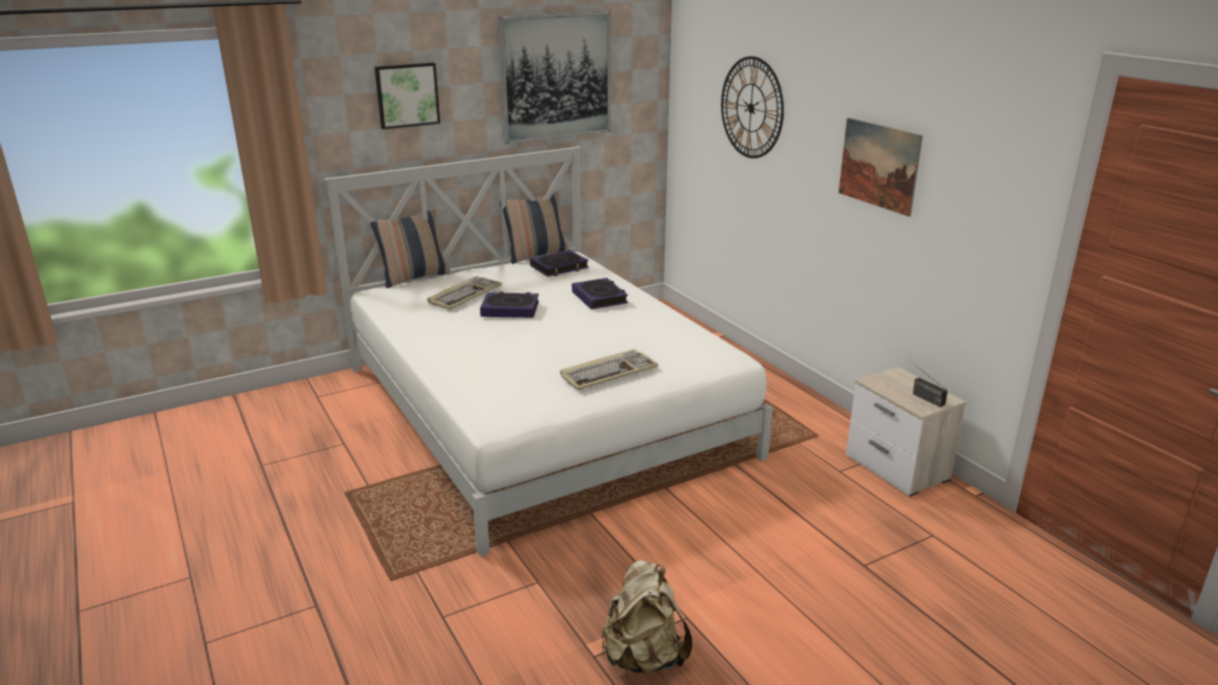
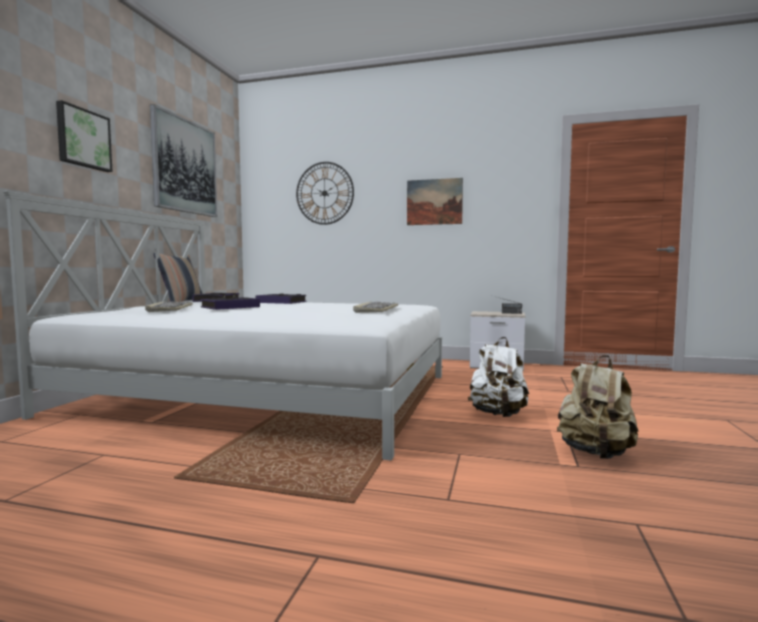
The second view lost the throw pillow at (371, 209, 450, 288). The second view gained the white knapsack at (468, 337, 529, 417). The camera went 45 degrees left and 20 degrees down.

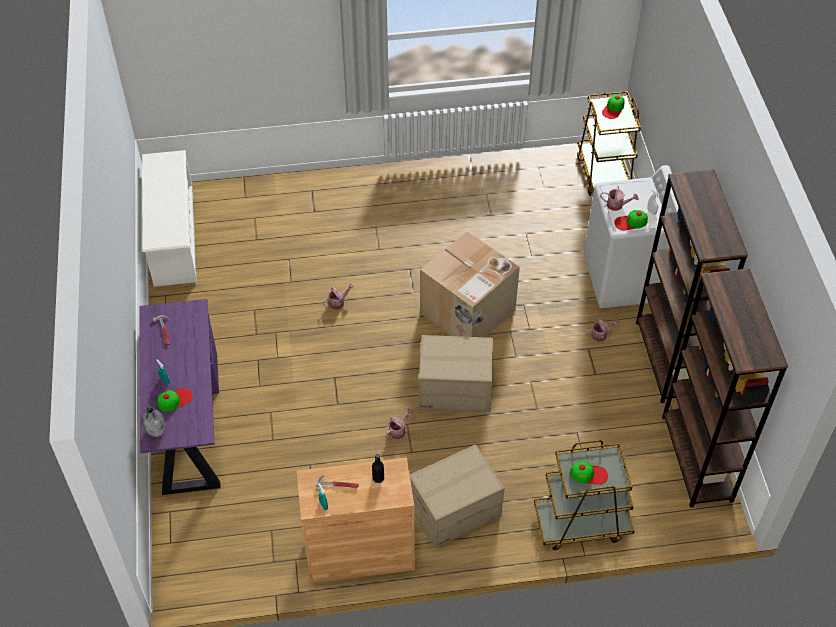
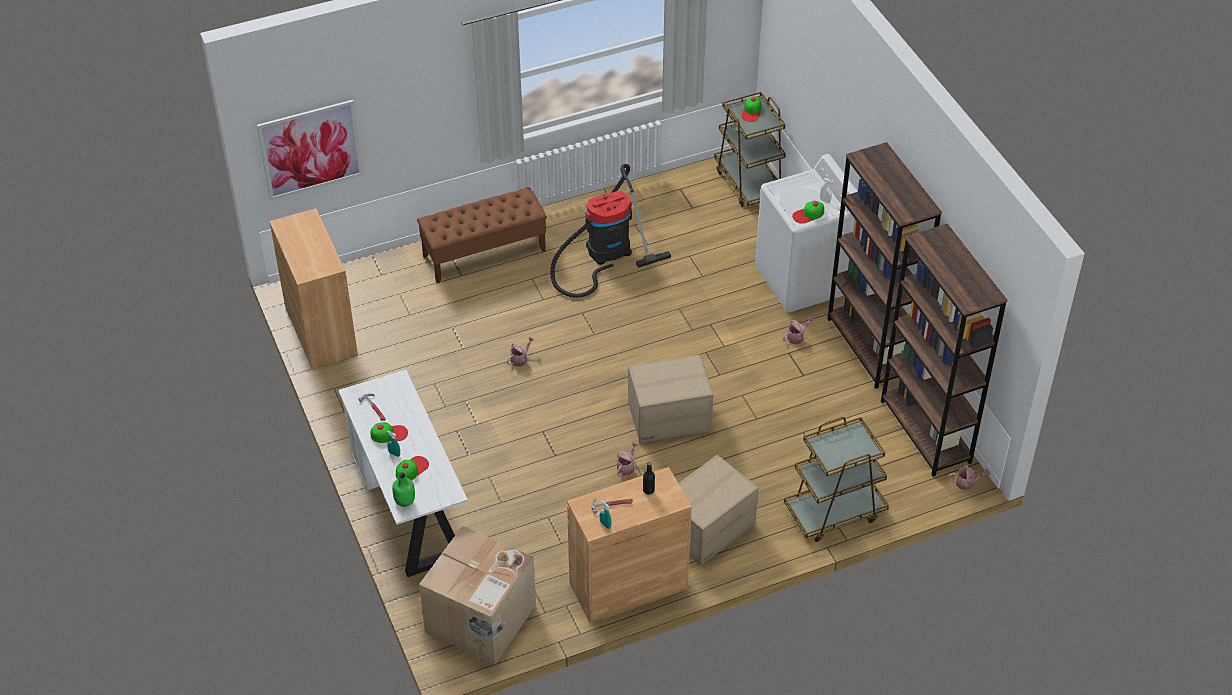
Where the white shoe stand stood at (142, 150, 197, 287), the brownish cabinet came to stand at (270, 208, 358, 369). The watering can ended up elsewhere, having gone from (600, 186, 638, 211) to (949, 464, 990, 490). The cardboard box ended up elsewhere, having gone from (420, 231, 520, 337) to (419, 526, 536, 664). What was the purple-coloured desk at (139, 299, 221, 495) turned into the white desk at (338, 370, 468, 577). What was the gray beverage bottle at (142, 406, 165, 437) turned into the greenish beverage bottle at (392, 472, 415, 507). The baseball cap ended up elsewhere, having gone from (570, 461, 608, 485) to (370, 422, 408, 443). The second view gained the picture at (257, 100, 363, 200). The second view gained the vacuum at (550, 164, 671, 298). The second view gained the brownish bench at (417, 187, 547, 283). The camera went 15 degrees left and 5 degrees down.

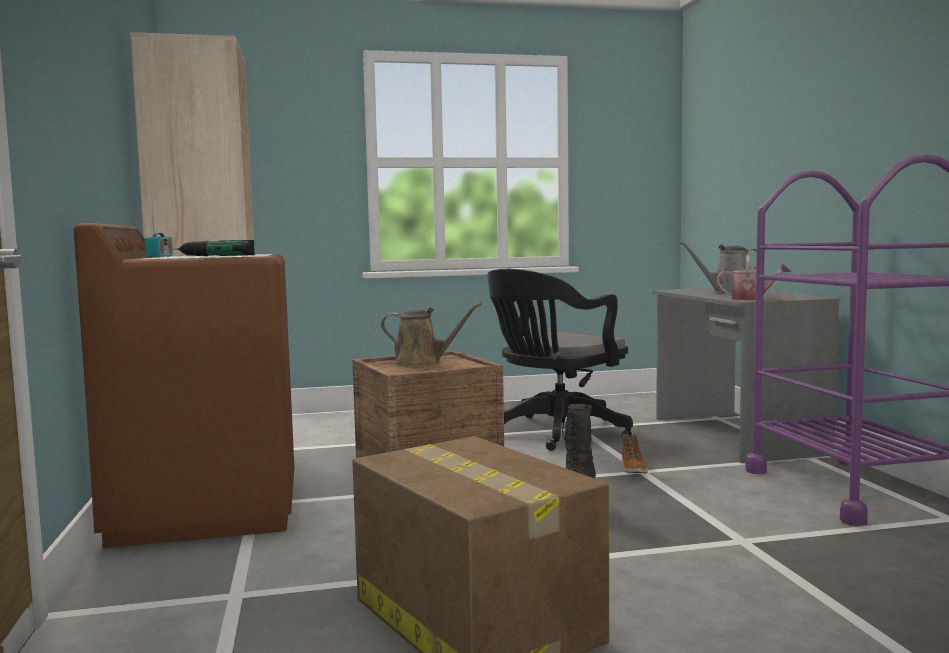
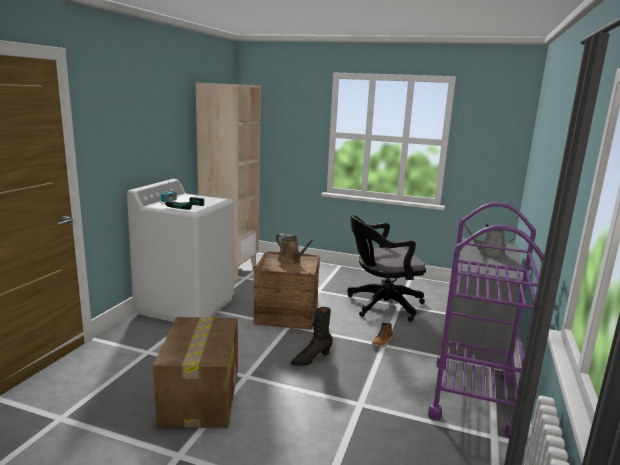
What was the brownish washing machine at (74, 223, 294, 548) turned into the white washing machine at (127, 179, 234, 322). The second view lost the watering can at (717, 255, 791, 300). The camera went 30 degrees right and 10 degrees up.

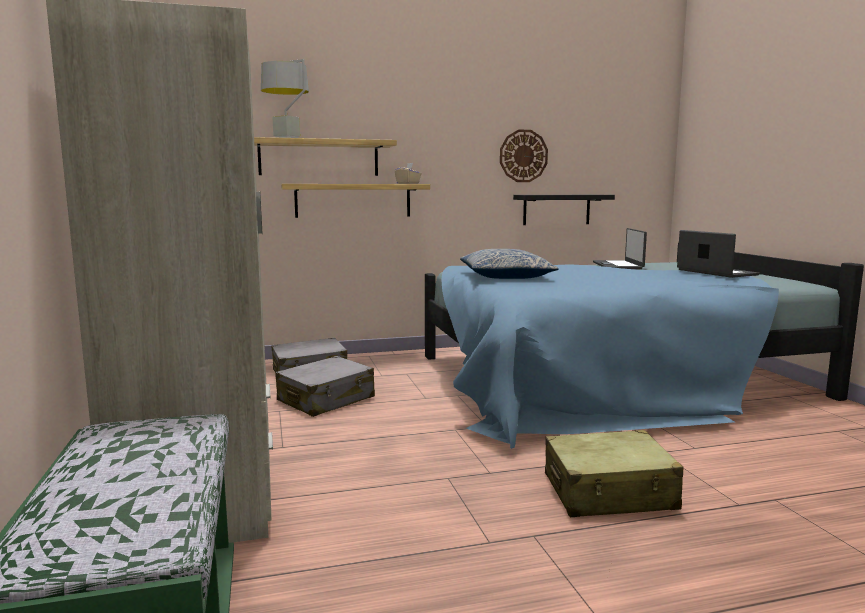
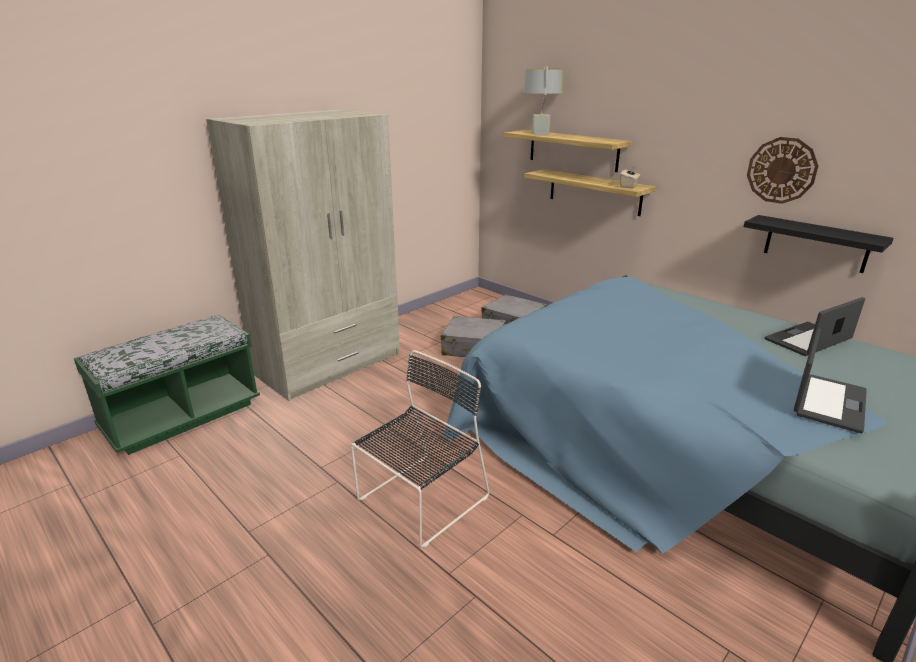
The second view lost the throw pillow at (460, 249, 559, 279). Where the sand-coloured piece of luggage stood at (545, 430, 684, 517), the black chair came to stand at (351, 350, 490, 548). The camera went 60 degrees right and 15 degrees up.

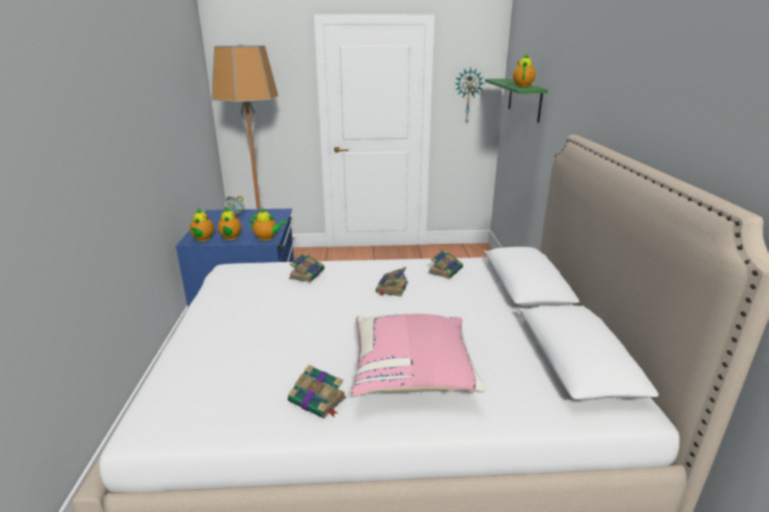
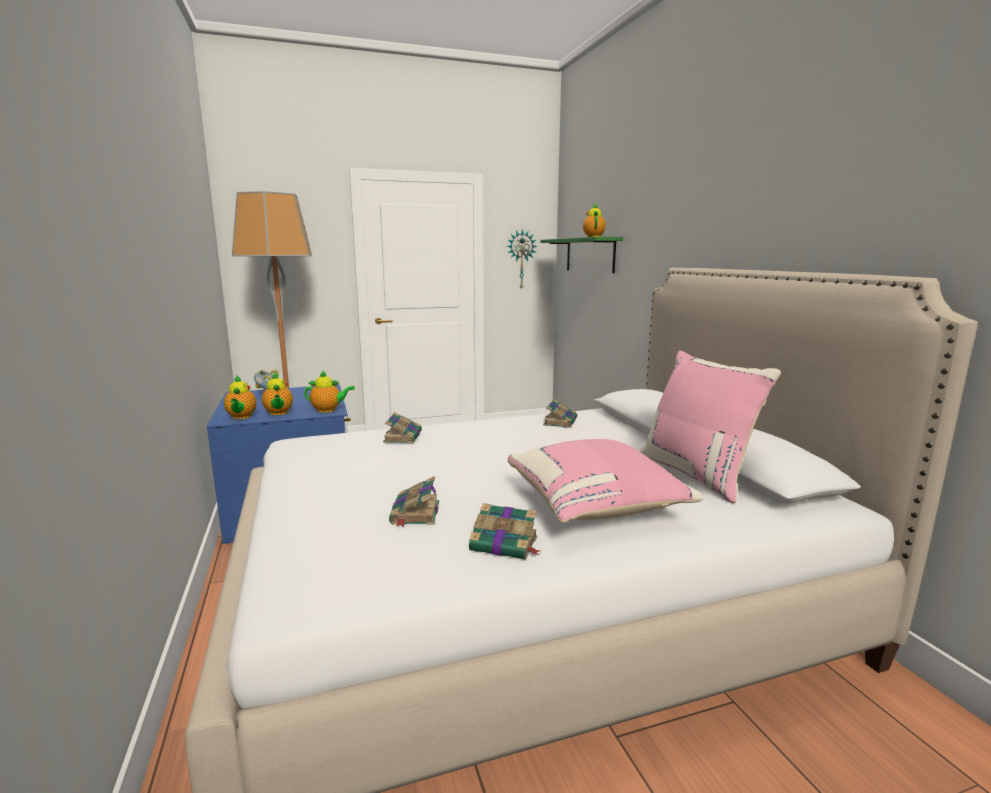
The book ended up elsewhere, having gone from (375, 267, 408, 297) to (389, 476, 439, 527). The second view gained the pink-coloured throw pillow at (639, 350, 781, 503). The camera went 15 degrees left and 10 degrees down.

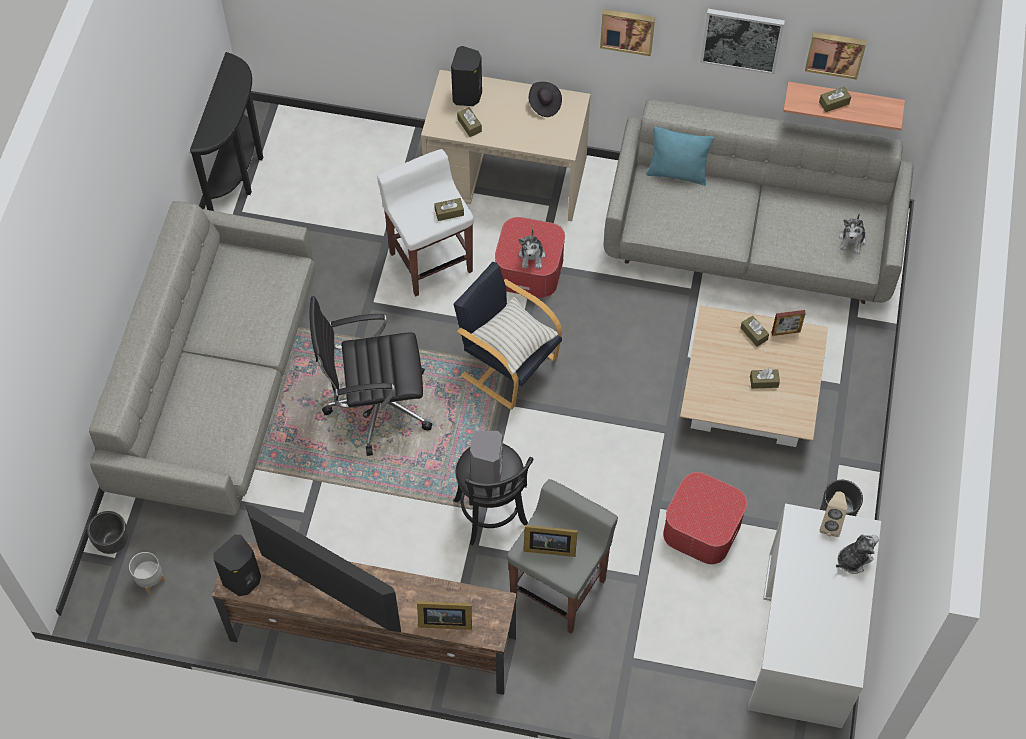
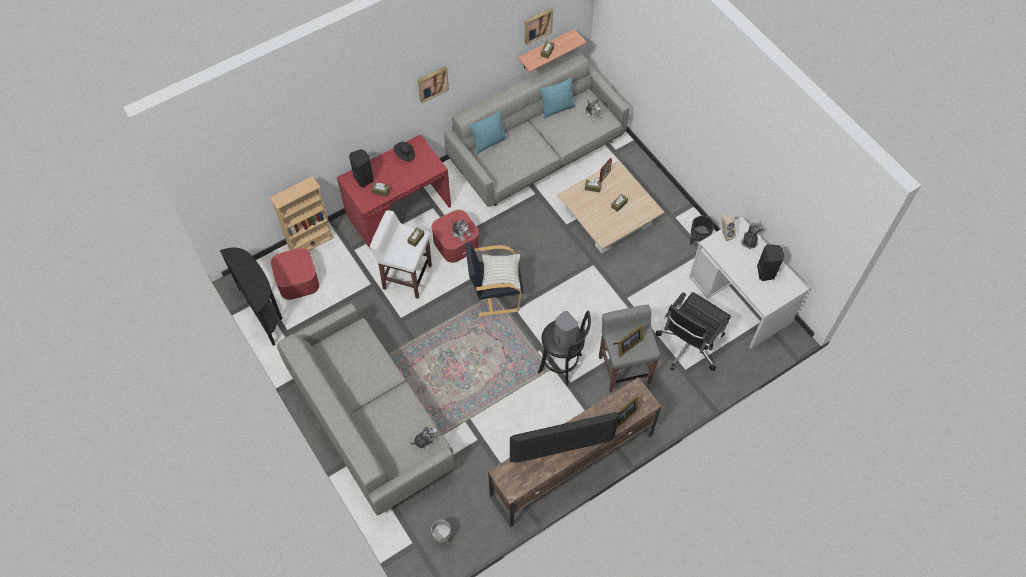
The second view lost the picture at (700, 9, 785, 74). What was the sand-coloured desk at (421, 70, 590, 221) turned into the reddish desk at (337, 134, 451, 250). The black office chair ended up elsewhere, having gone from (309, 296, 432, 456) to (656, 292, 731, 371). The footrest ended up elsewhere, having gone from (663, 472, 747, 564) to (271, 248, 319, 300). The second view lost the black planter at (87, 511, 128, 554). The black loudspeaker ended up elsewhere, having gone from (213, 535, 261, 596) to (757, 244, 785, 281). The second view gained the blue-green throw pillow at (540, 78, 576, 119). The second view gained the sand-coloured bookcase at (270, 176, 334, 251). The second view gained the plush toy at (410, 427, 438, 450). The camera went 45 degrees left and 0 degrees up.

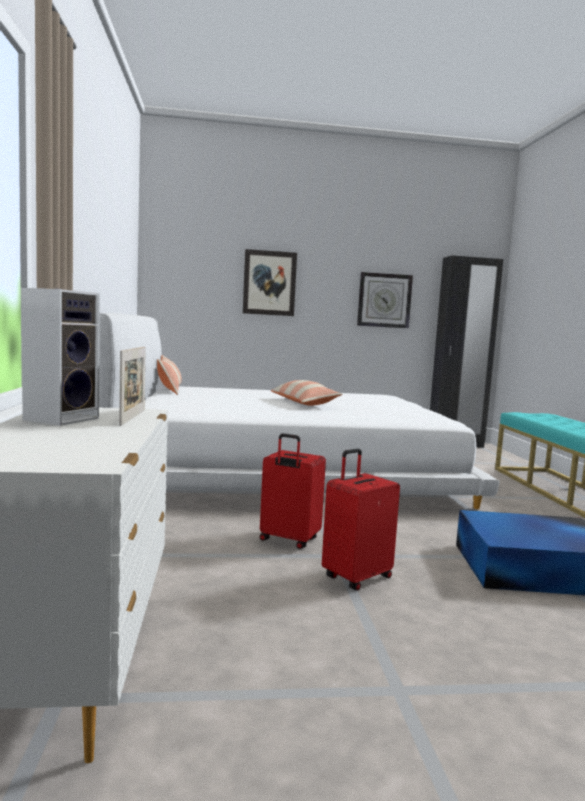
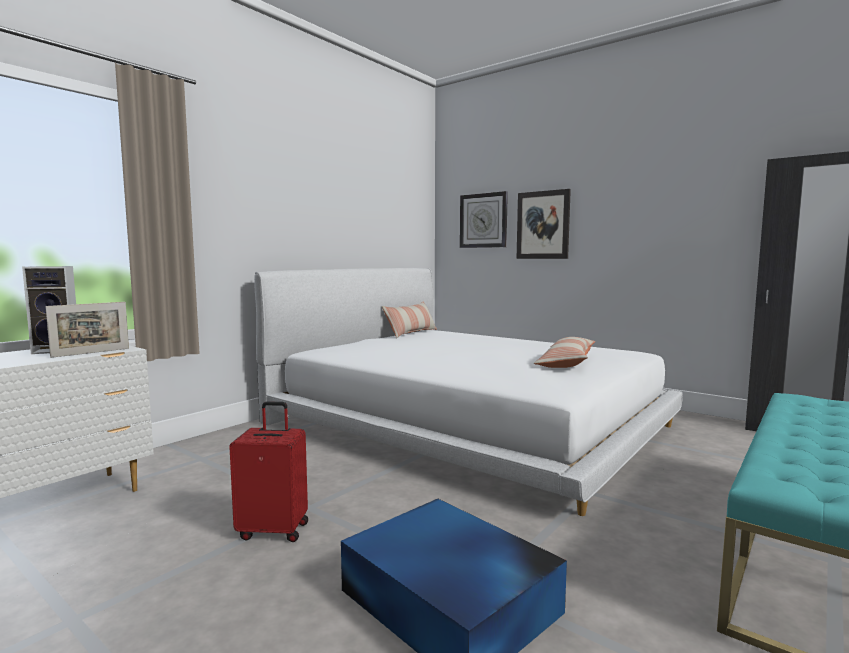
The clock on the wall ended up elsewhere, having gone from (357, 272, 413, 328) to (460, 191, 508, 248). The throw pillow ended up elsewhere, having gone from (271, 380, 343, 406) to (534, 337, 595, 368). The second view lost the reddish piece of luggage at (260, 433, 326, 549). The camera went 45 degrees right and 0 degrees up.

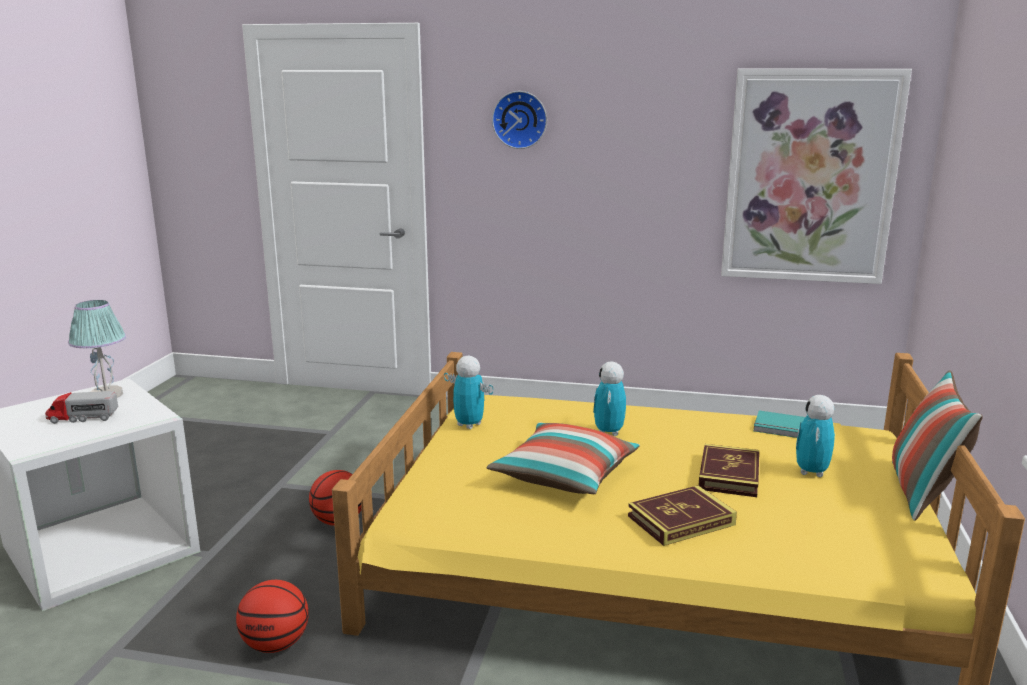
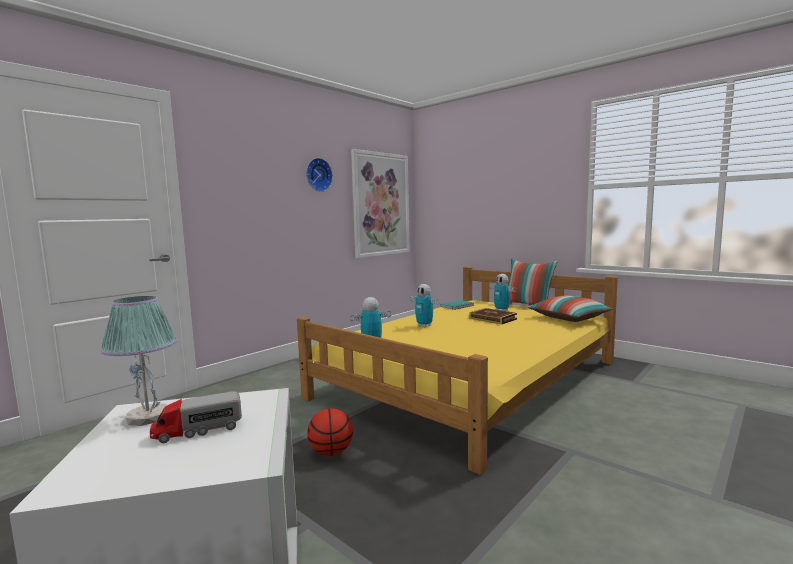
The clock on the wall ended up elsewhere, having gone from (492, 91, 547, 149) to (306, 158, 333, 192). The model truck at (45, 391, 118, 424) ended up facing another way, 45 degrees clockwise from before. The throw pillow ended up elsewhere, having gone from (486, 423, 640, 494) to (528, 295, 612, 322). The second view lost the book at (628, 485, 737, 546). The second view lost the basketball at (236, 580, 309, 653). The camera went 60 degrees left and 10 degrees down.

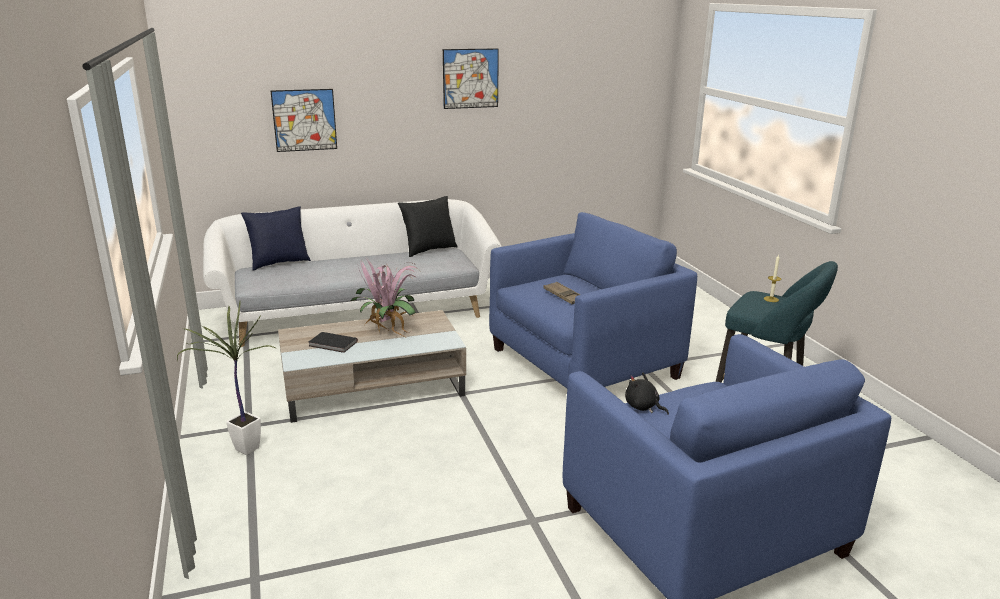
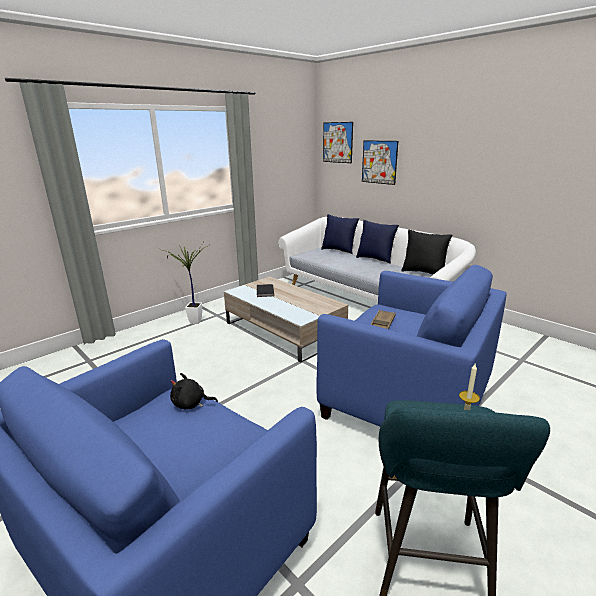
The picture ended up elsewhere, having gone from (443, 48, 499, 109) to (323, 122, 353, 163). The second view lost the plant in a pot at (351, 259, 419, 337). The black plush toy at (625, 373, 669, 415) ended up facing another way, 105 degrees counterclockwise from before. The second view gained the bluish throw pillow at (356, 220, 399, 264). The camera went 65 degrees right and 0 degrees up.

